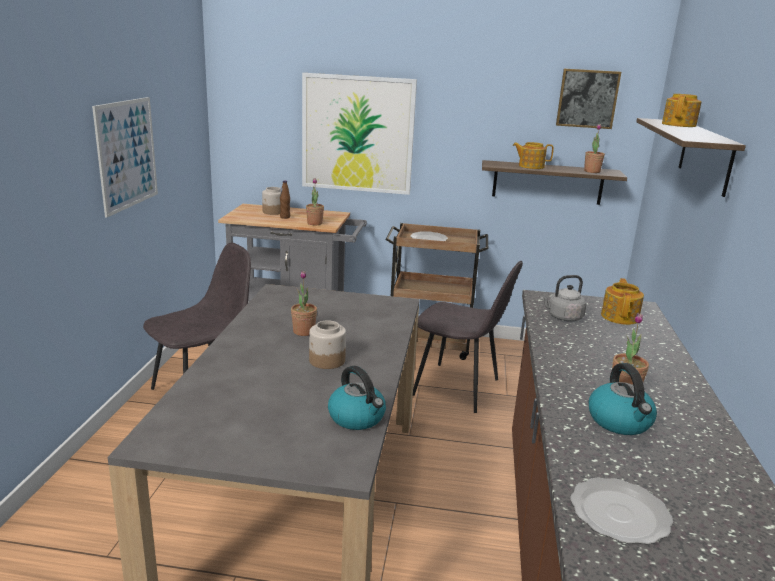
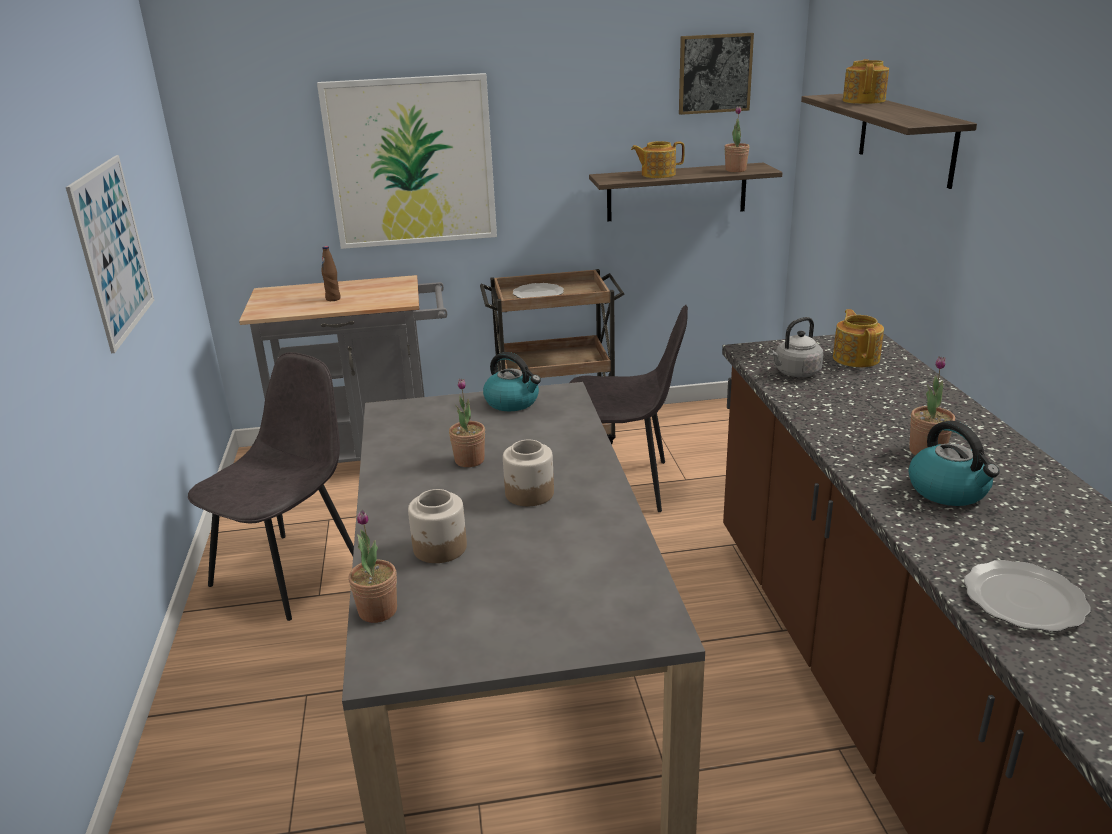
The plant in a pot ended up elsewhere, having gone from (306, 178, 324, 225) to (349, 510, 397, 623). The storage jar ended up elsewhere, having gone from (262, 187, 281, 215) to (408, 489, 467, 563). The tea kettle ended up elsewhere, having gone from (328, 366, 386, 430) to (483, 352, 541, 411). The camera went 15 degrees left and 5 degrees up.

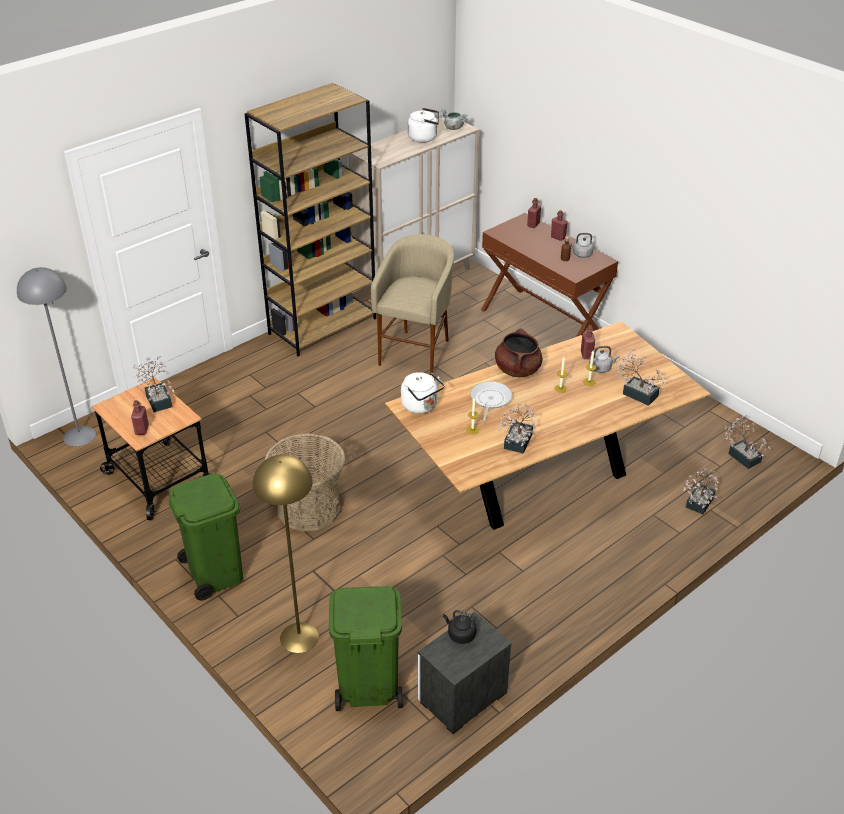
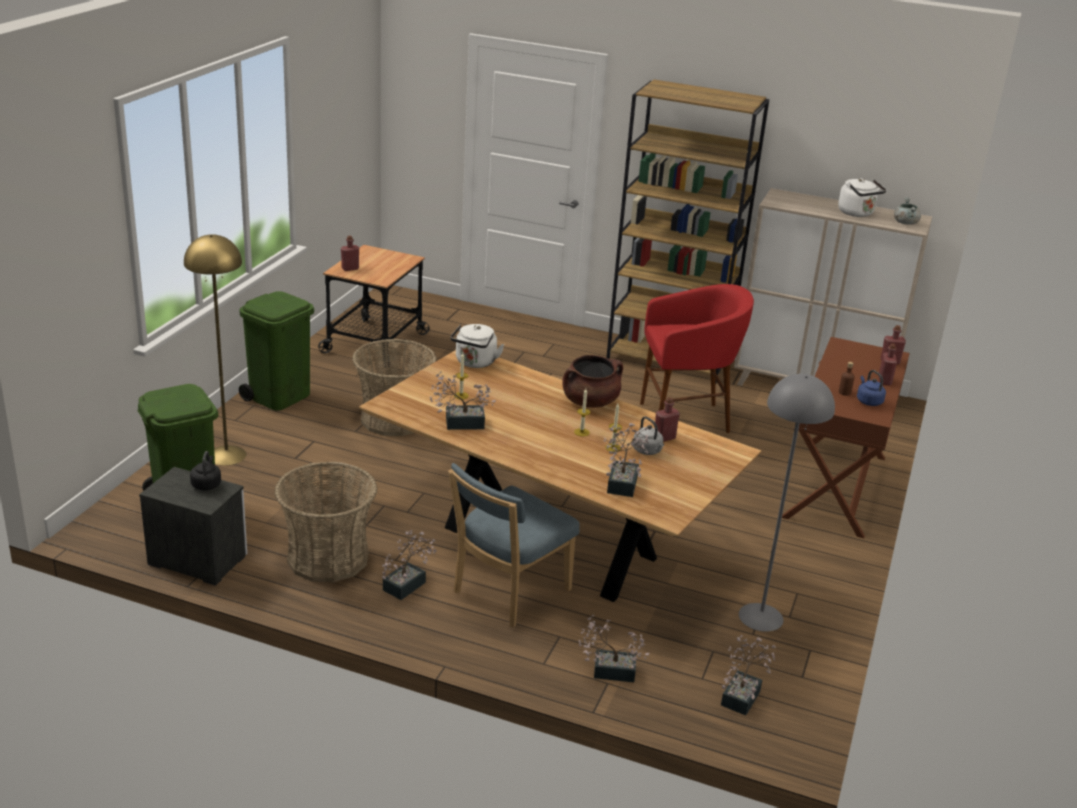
What was the gray tea kettle at (568, 233, 594, 258) turned into the bluish tea kettle at (857, 370, 886, 406). What was the sand-coloured stool seat at (371, 234, 454, 376) turned into the reddish stool seat at (640, 284, 754, 433). The gray floor lamp ended up elsewhere, having gone from (17, 267, 96, 446) to (739, 374, 835, 632). The plant in a pot ended up elsewhere, having gone from (133, 356, 175, 412) to (382, 530, 437, 600). The second view lost the pan at (470, 381, 512, 424). The second view gained the basket at (274, 461, 378, 582). The second view gained the bluish chair at (448, 463, 580, 627). The camera went 60 degrees right and 10 degrees down.

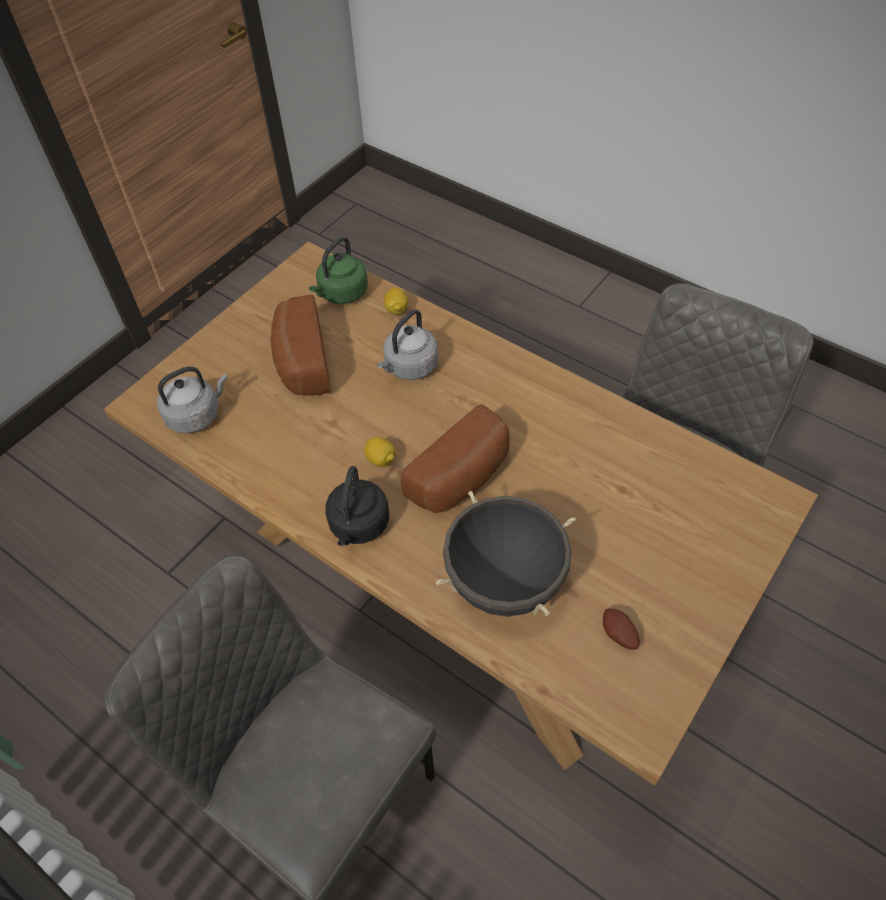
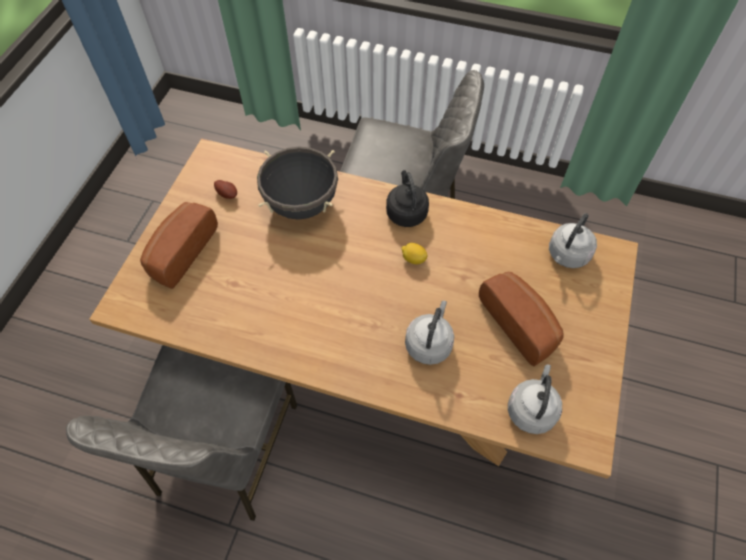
What was the greenish tea kettle at (309, 237, 368, 304) turned into the gray tea kettle at (508, 365, 562, 434). The second view lost the lemon at (384, 288, 408, 315). The baked bread ended up elsewhere, having gone from (401, 404, 510, 513) to (140, 202, 218, 289). The camera went 160 degrees right and 5 degrees up.

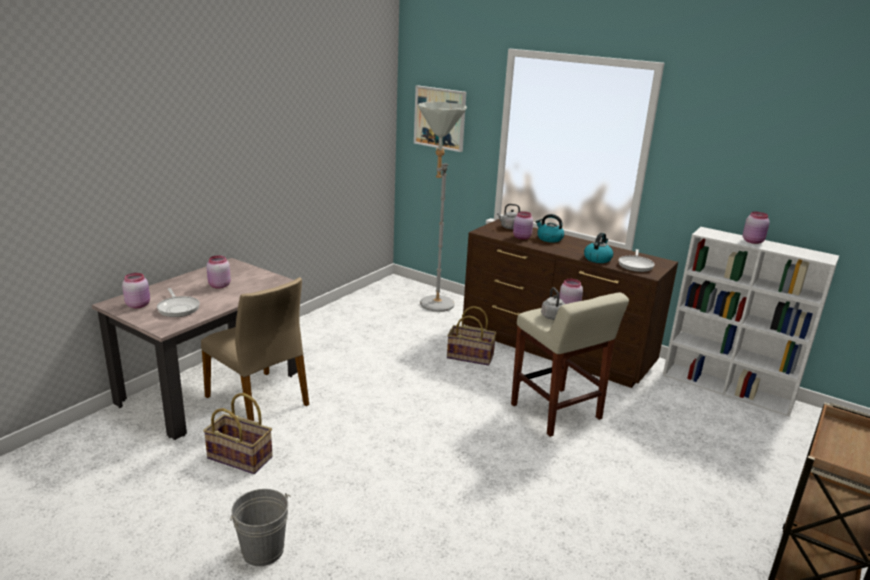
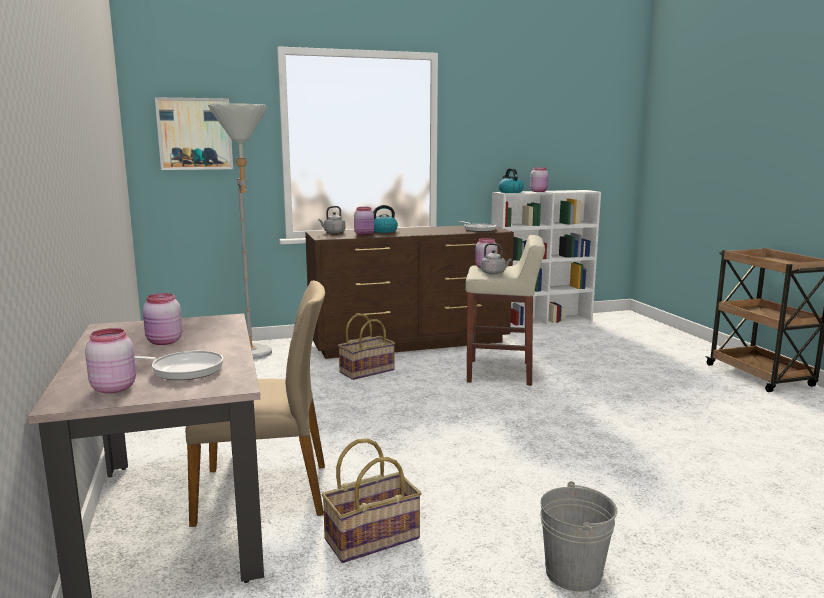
The tea kettle ended up elsewhere, having gone from (584, 233, 613, 263) to (498, 168, 524, 193). The camera went 50 degrees left and 10 degrees down.

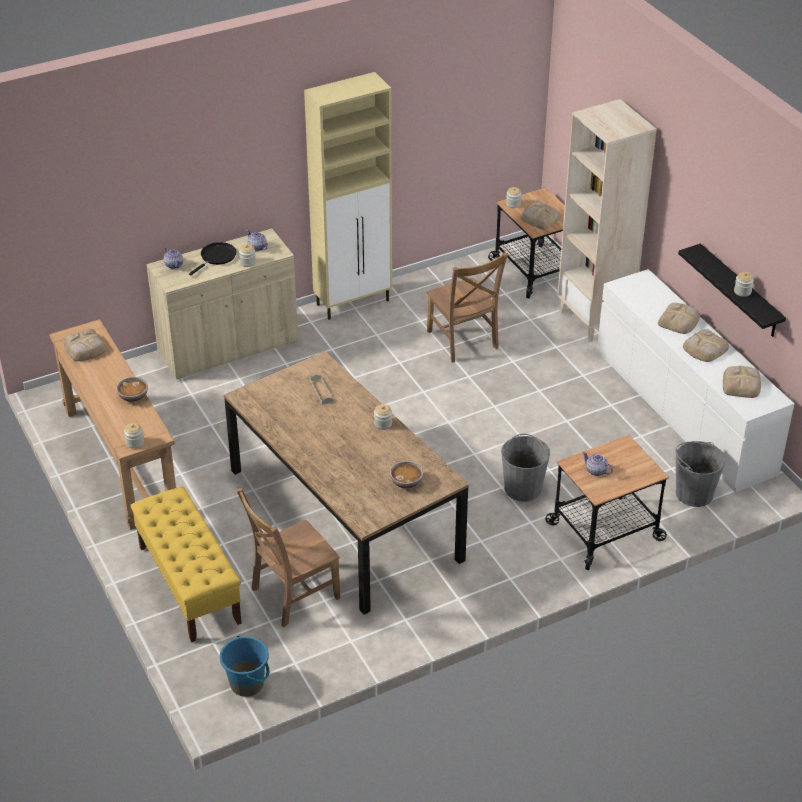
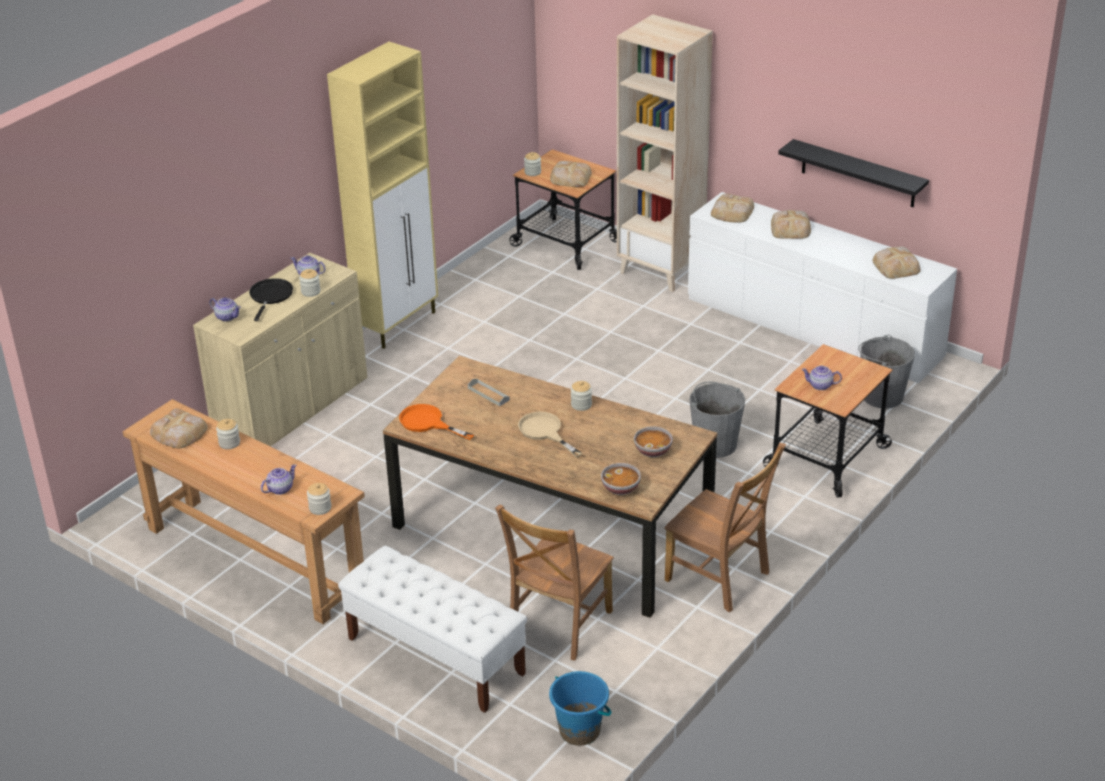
The brownish chair ended up elsewhere, having gone from (427, 252, 508, 363) to (664, 442, 786, 612). The storage jar ended up elsewhere, having gone from (734, 272, 754, 297) to (216, 419, 240, 449). The baked bread ended up elsewhere, having gone from (683, 329, 729, 362) to (711, 193, 754, 223). The bowl ended up elsewhere, having gone from (117, 377, 148, 402) to (601, 463, 641, 495). What was the yellow-coloured bench at (130, 487, 242, 643) turned into the white bench at (338, 545, 527, 713). The second view gained the orangey pan at (399, 404, 474, 440). The second view gained the sand-coloured pan at (518, 411, 582, 457). The second view gained the teapot at (261, 464, 297, 495). The camera went 25 degrees left and 5 degrees down.

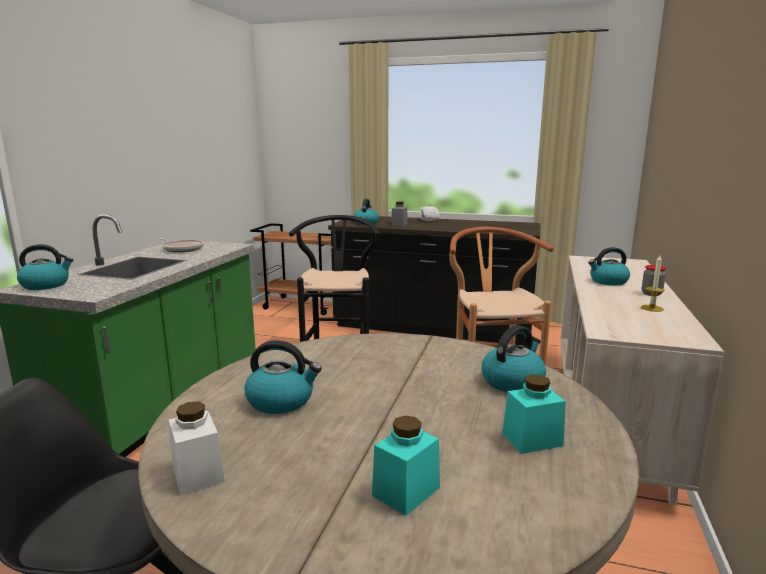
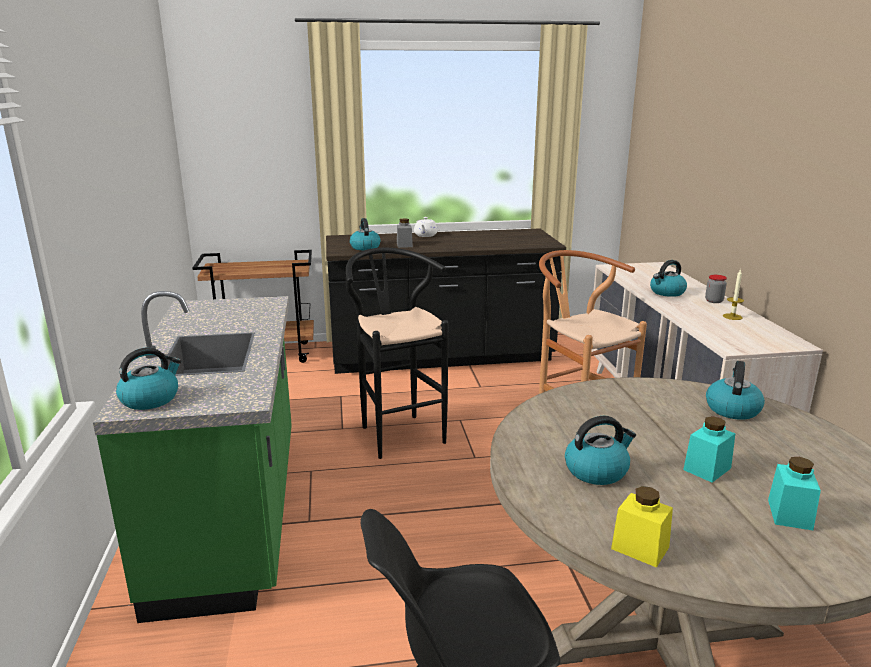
The second view lost the pan at (157, 238, 204, 252). The blue-green storage jar ended up elsewhere, having gone from (502, 375, 566, 454) to (683, 416, 736, 483). What was the white storage jar at (169, 402, 225, 495) turned into the yellow-coloured storage jar at (611, 486, 673, 568). The camera went 25 degrees left and 5 degrees up.

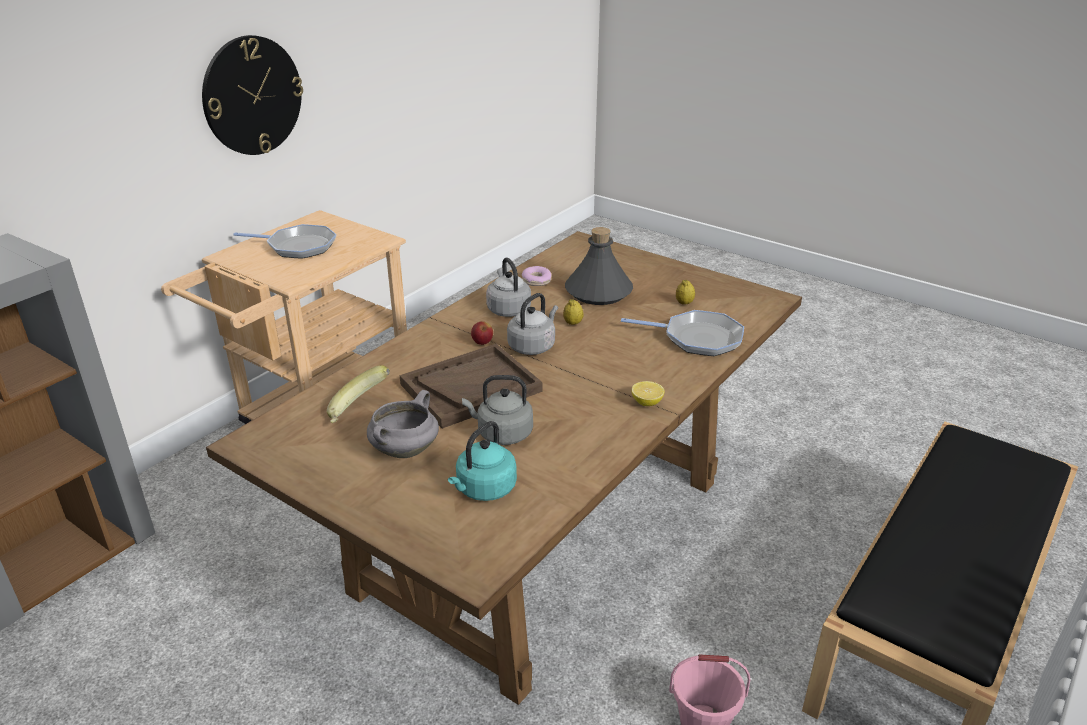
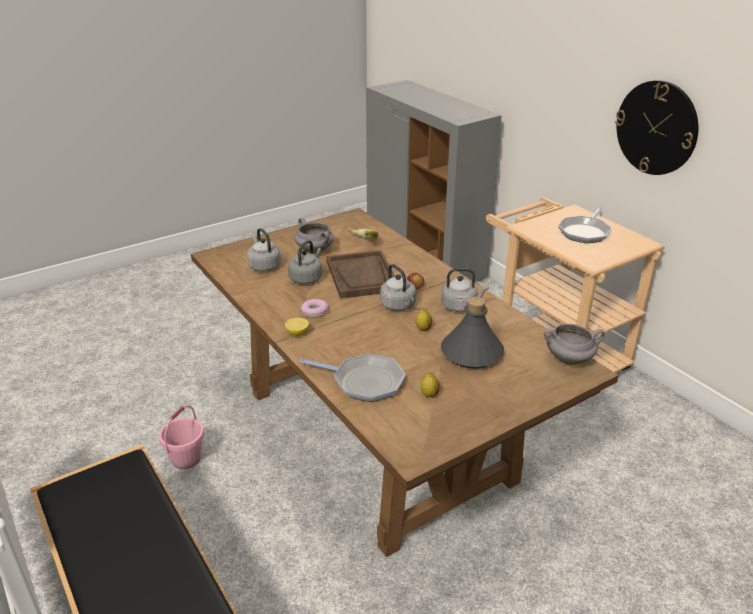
The doughnut ended up elsewhere, having gone from (522, 266, 552, 286) to (301, 299, 328, 318). The pan at (621, 310, 744, 356) ended up facing another way, 105 degrees counterclockwise from before. What was the blue-green tea kettle at (448, 421, 517, 501) turned into the gray tea kettle at (247, 228, 281, 272). The second view gained the gray saucepot at (544, 324, 605, 365). The camera went 110 degrees right and 0 degrees up.

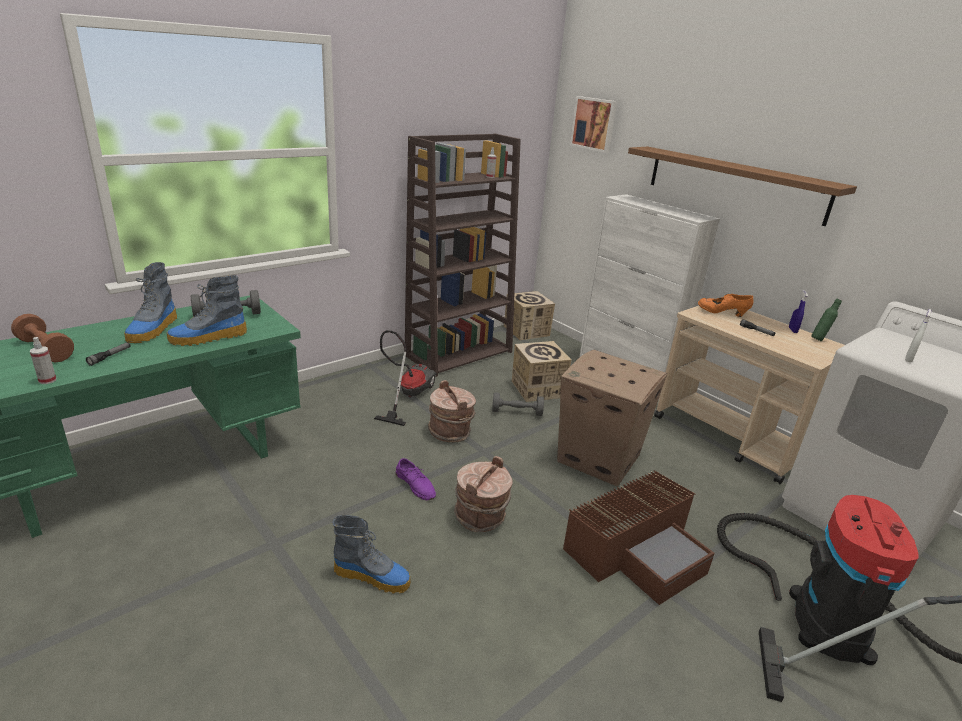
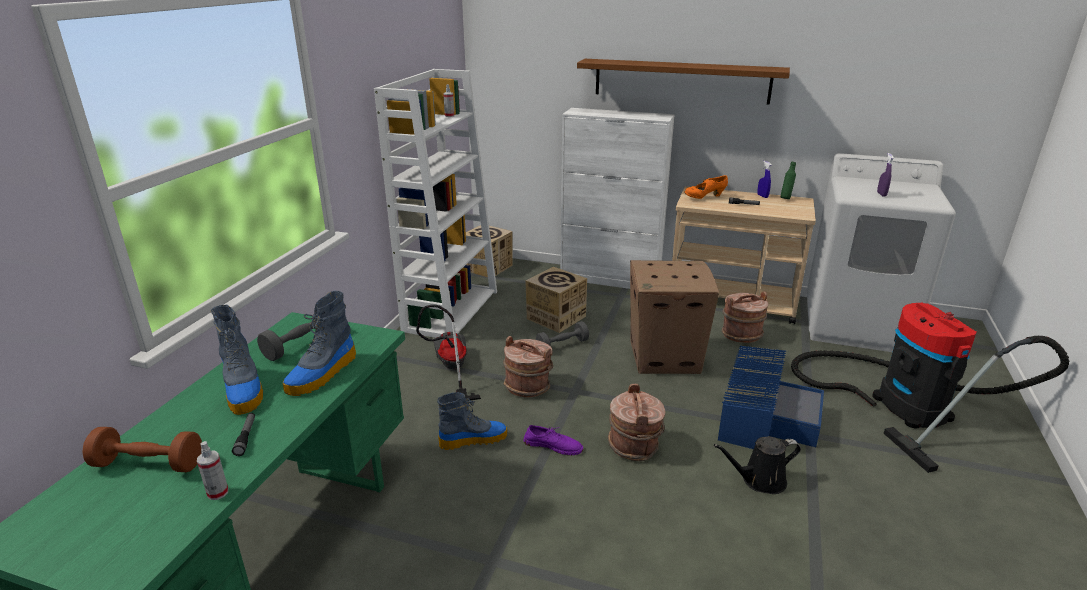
The second view lost the picture at (570, 96, 617, 153). What was the brownish bookcase at (405, 134, 521, 377) turned into the white bookcase at (374, 69, 497, 338). What was the white hand sprayer at (905, 309, 931, 362) turned into the purple-coloured hand sprayer at (877, 153, 894, 197). What was the brownish storage bin at (563, 470, 714, 605) turned into the bluish storage bin at (718, 346, 824, 449). The tall boot ended up elsewhere, having gone from (332, 515, 411, 593) to (437, 392, 507, 450). The second view gained the brownish pail at (722, 291, 768, 343). The second view gained the black watering can at (714, 437, 801, 494). The camera went 30 degrees left and 0 degrees up.

